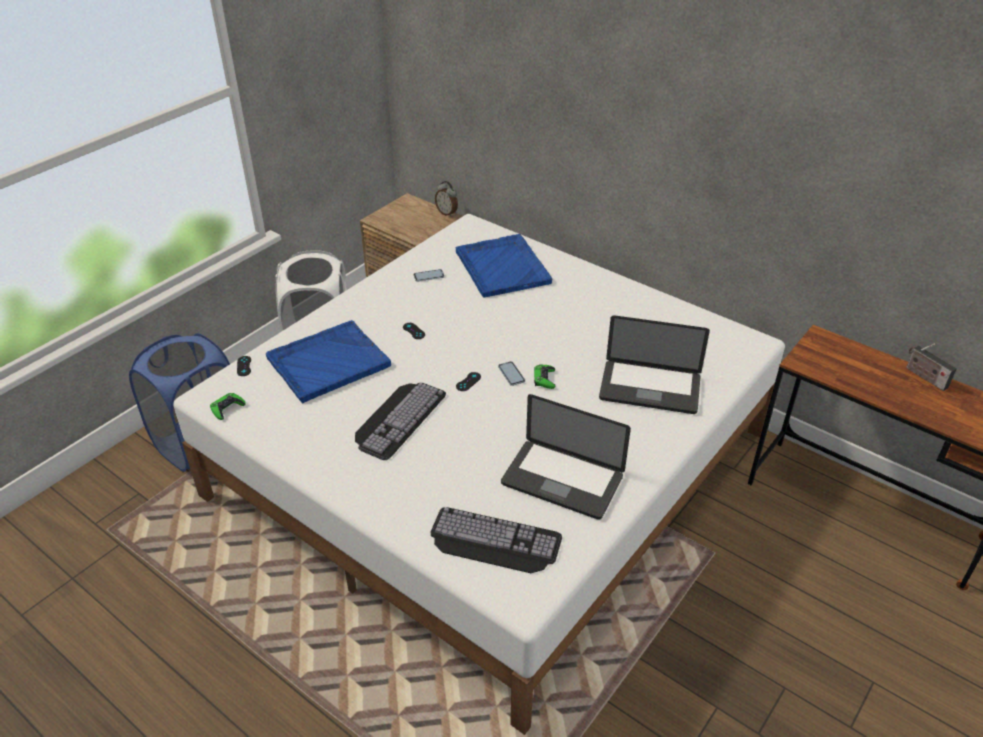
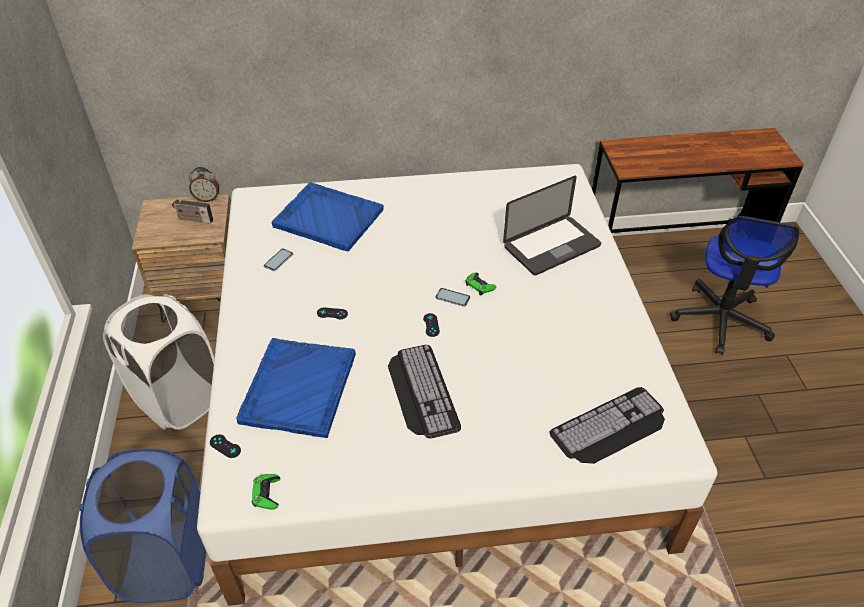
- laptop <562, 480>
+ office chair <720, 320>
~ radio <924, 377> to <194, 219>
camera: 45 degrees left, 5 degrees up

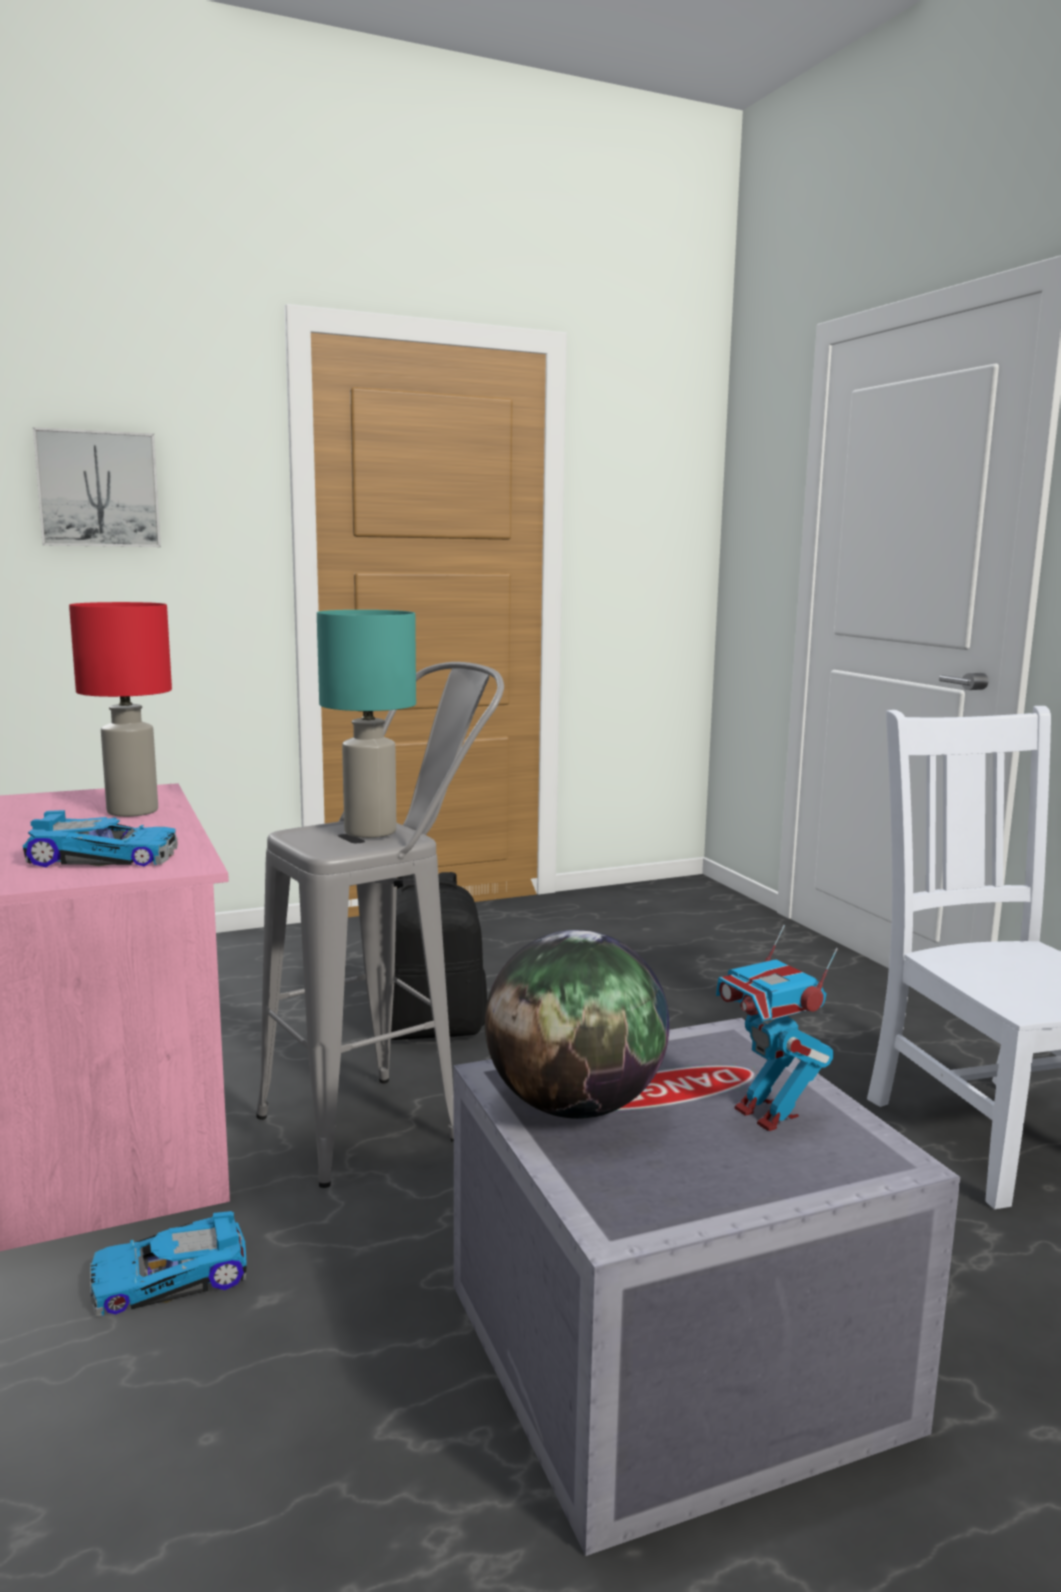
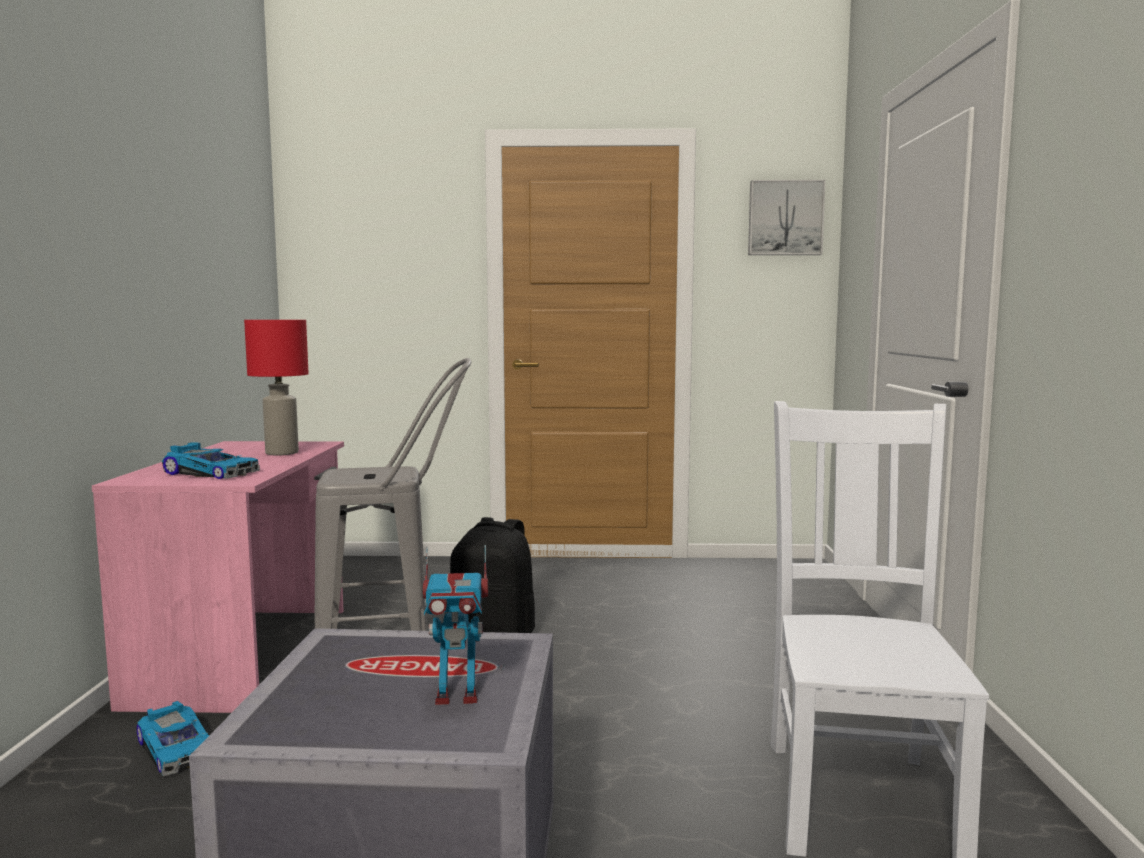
- table lamp/turquoise <371, 832>
- globe <575, 1106>
~ picture <98, 489> to <785, 218>
~ toy car <170, 1279> = <178, 748> 135 degrees counterclockwise
~ toy robot <767, 1114> = <457, 695> 90 degrees counterclockwise
camera: 25 degrees right, 5 degrees down

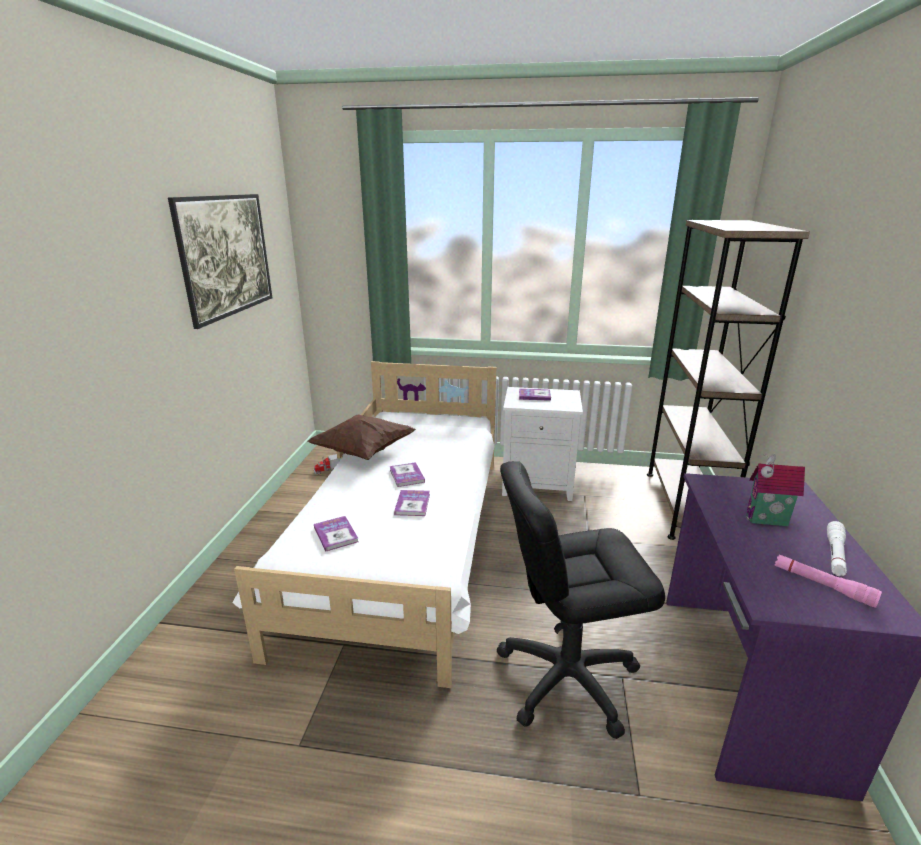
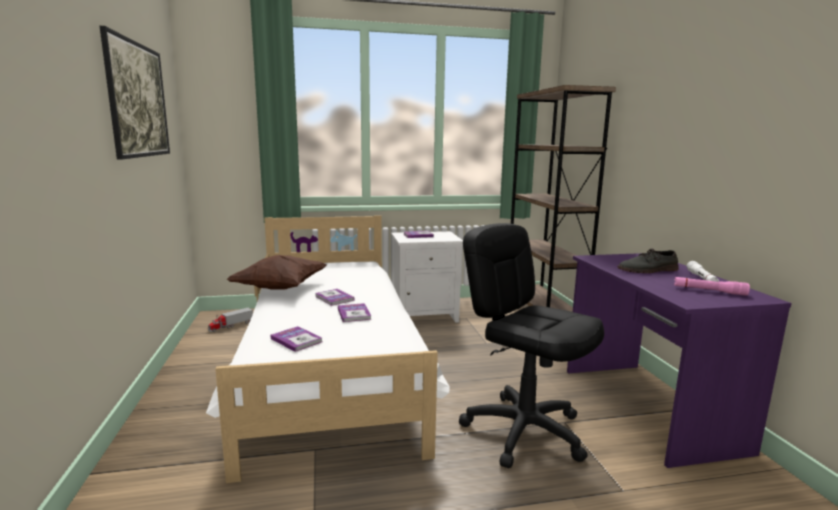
~ toy house <767, 521> to shoe/grey <648, 270>
~ office chair/black <567, 677> = <524, 431> 75 degrees clockwise
camera: 20 degrees left, 10 degrees down

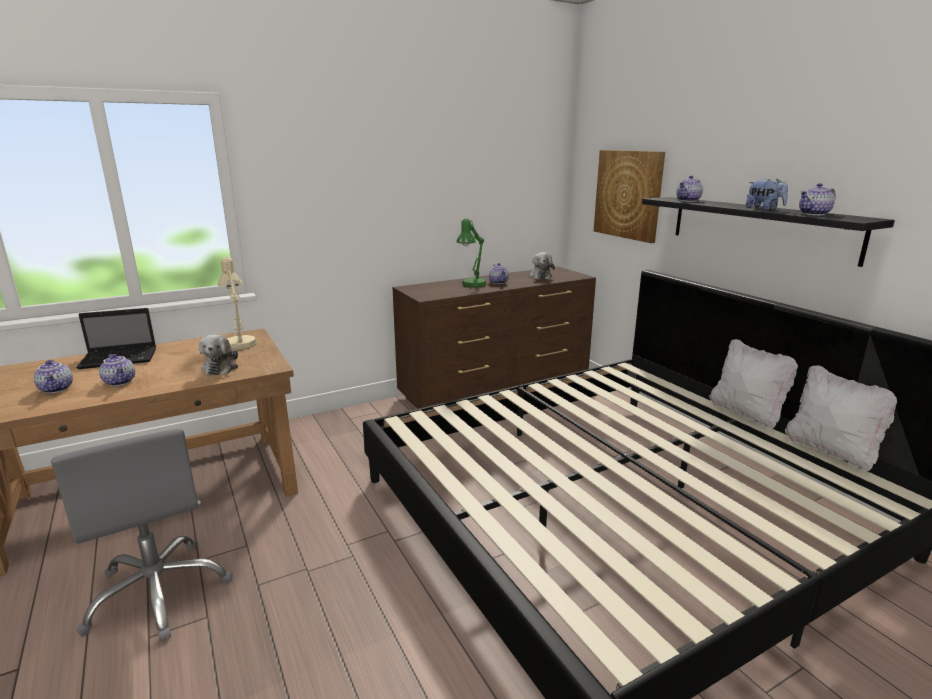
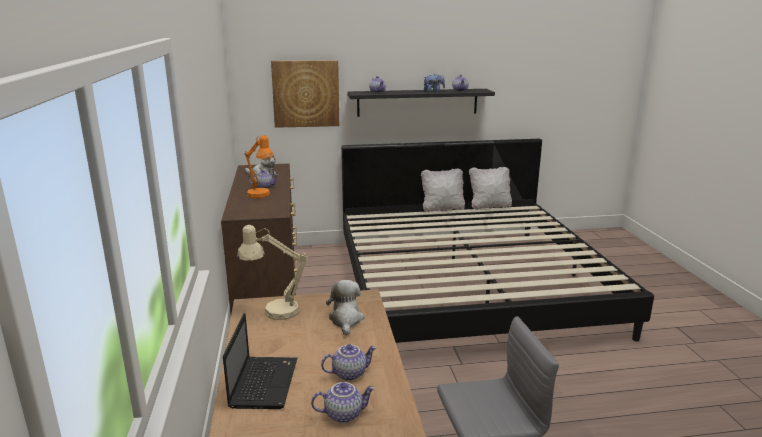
~ table lamp/green <471, 285> to table lamp/orange <261, 195>
~ plush toy <221, 367> = <346, 320> 105 degrees counterclockwise
camera: 70 degrees left, 0 degrees up

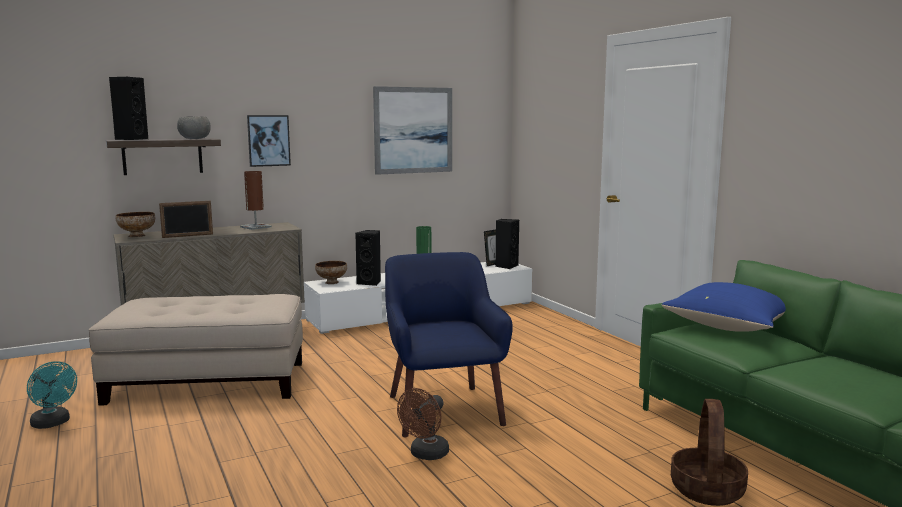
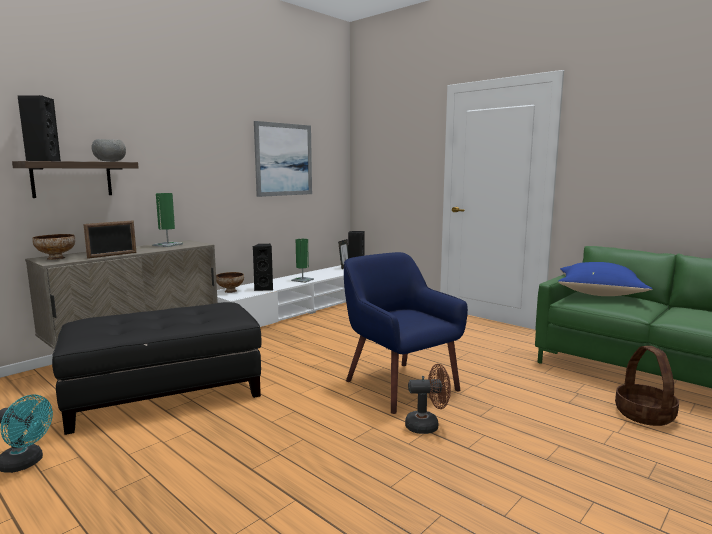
- picture <268, 140>
~ ottoman/beige <208, 382> to ottoman/black <166, 393>
~ table lamp/brown <255, 227> to table lamp/green <167, 245>
~ fan/brown <426, 455> = <427, 426> 105 degrees counterclockwise
camera: 20 degrees left, 0 degrees up

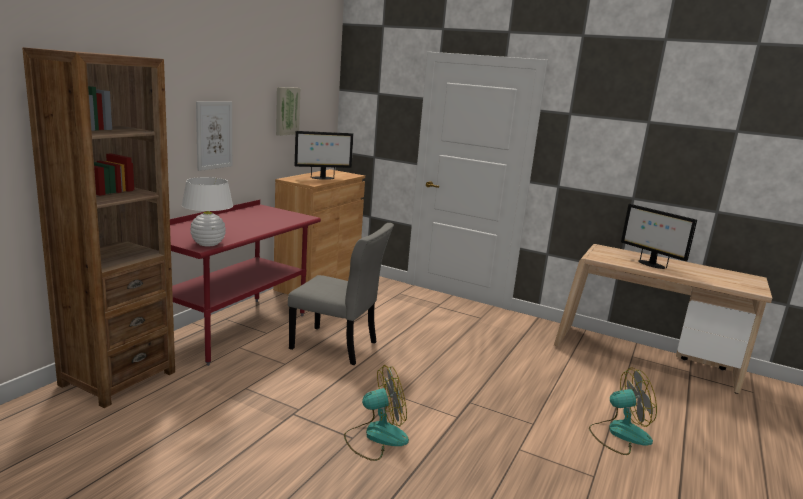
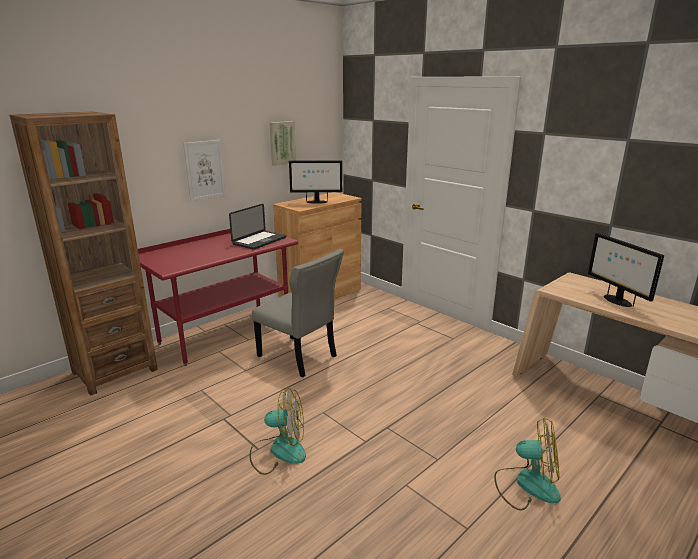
- table lamp/white <208, 244>
+ laptop <259, 241>
camera: 20 degrees right, 5 degrees up

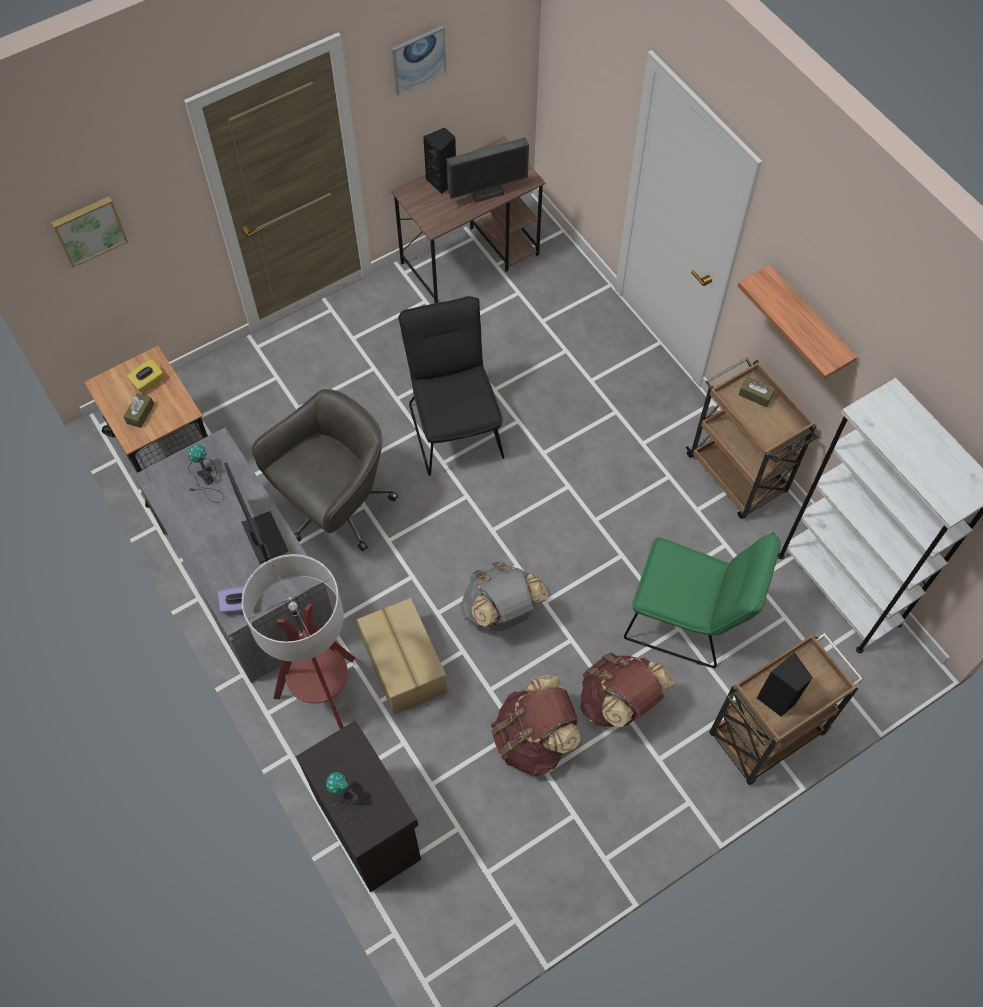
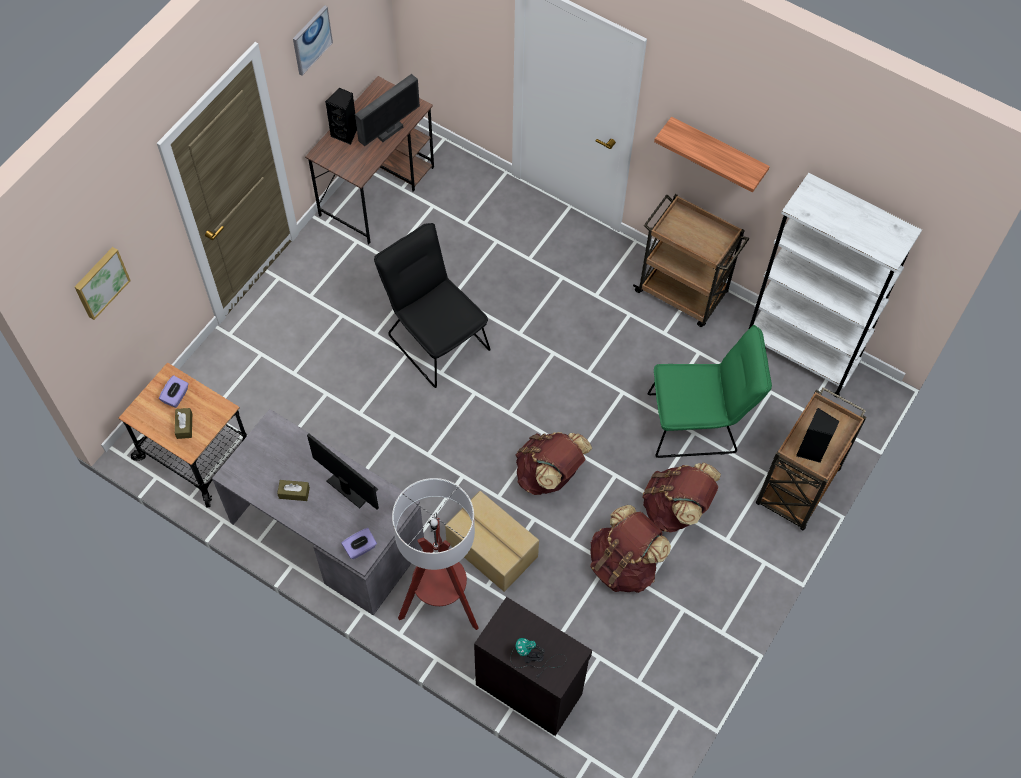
- table lamp <205, 479>
- office chair/grey <335, 507>
~ tissue box/brown <755, 395> to <294, 493>
~ tissue box/yellow <148, 382> to tissue box/purple <176, 396>
~ backpack/grey <501, 611> to backpack/brown <549, 475>
camera: 25 degrees left, 0 degrees up

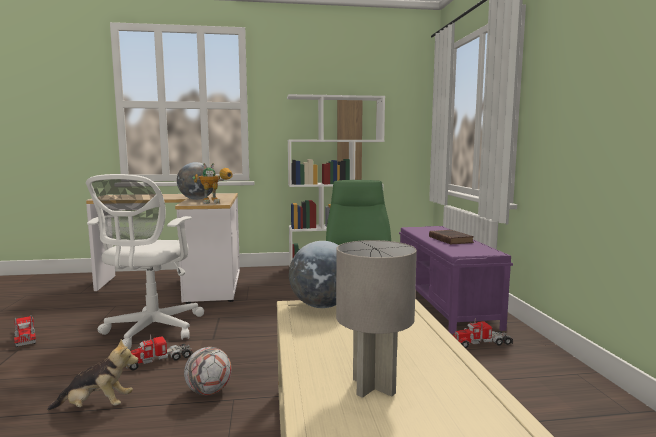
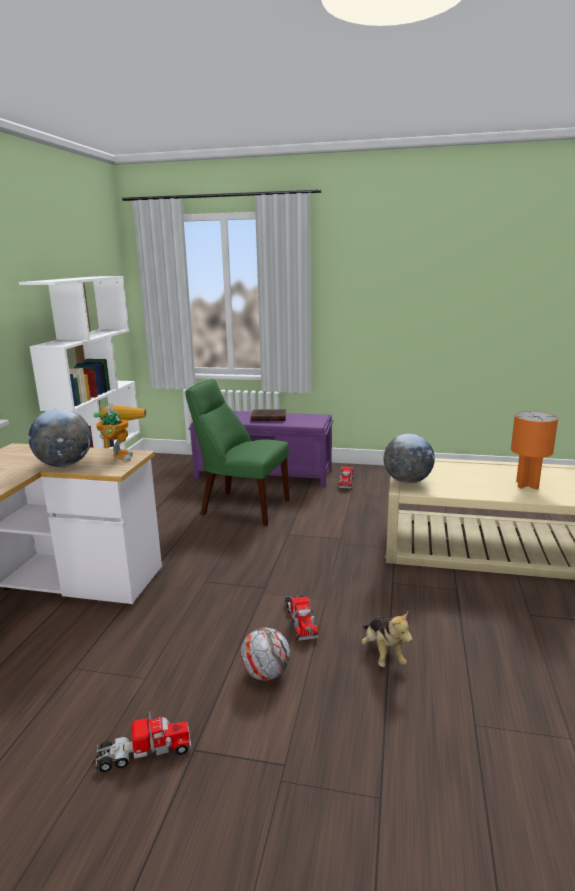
- office chair/white <151, 331>
~ football <209, 391> to <266, 673>
~ table lamp/grey <374, 386> to table lamp/orange <527, 485>
~ plush toy <96, 406> = <383, 654> 150 degrees clockwise
camera: 70 degrees left, 10 degrees up

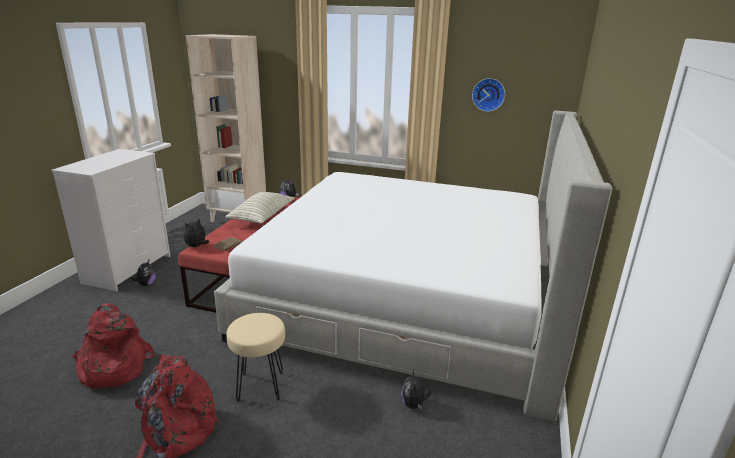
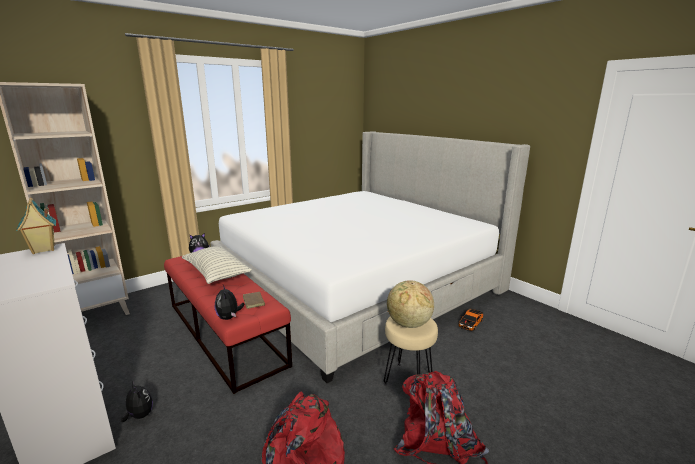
- wall clock <488, 94>
+ toy house <43, 250>
+ globe <408, 324>
~ plush toy <413, 404> to toy car <470, 323>
camera: 55 degrees left, 5 degrees down

